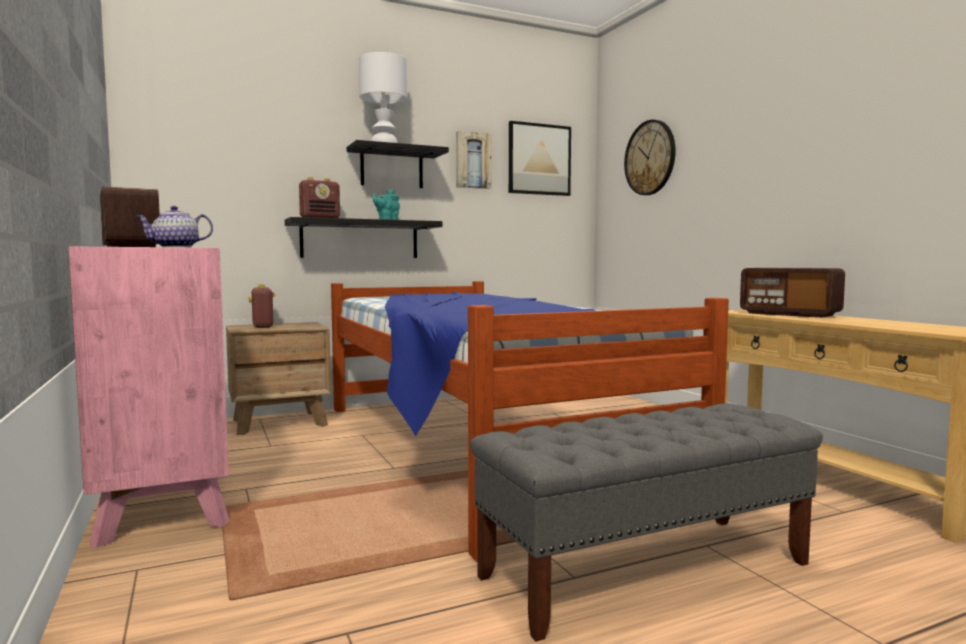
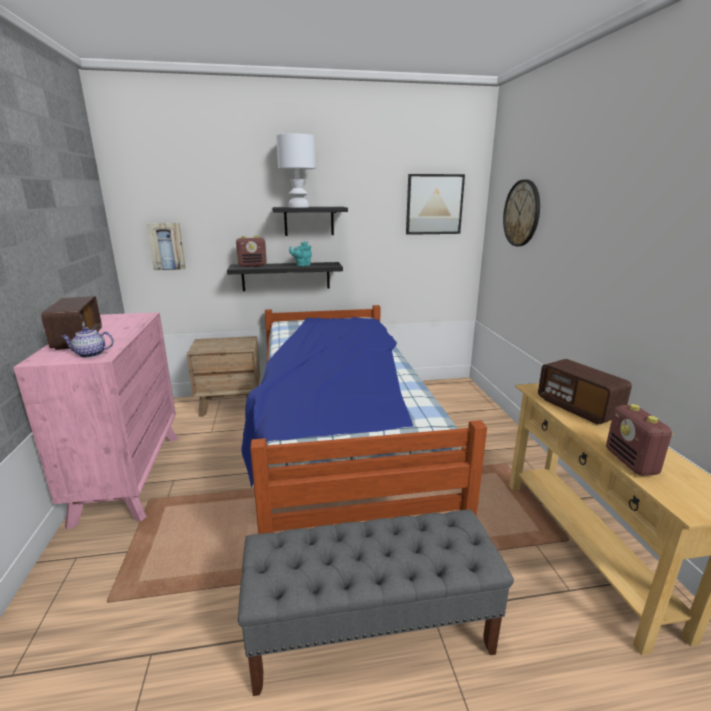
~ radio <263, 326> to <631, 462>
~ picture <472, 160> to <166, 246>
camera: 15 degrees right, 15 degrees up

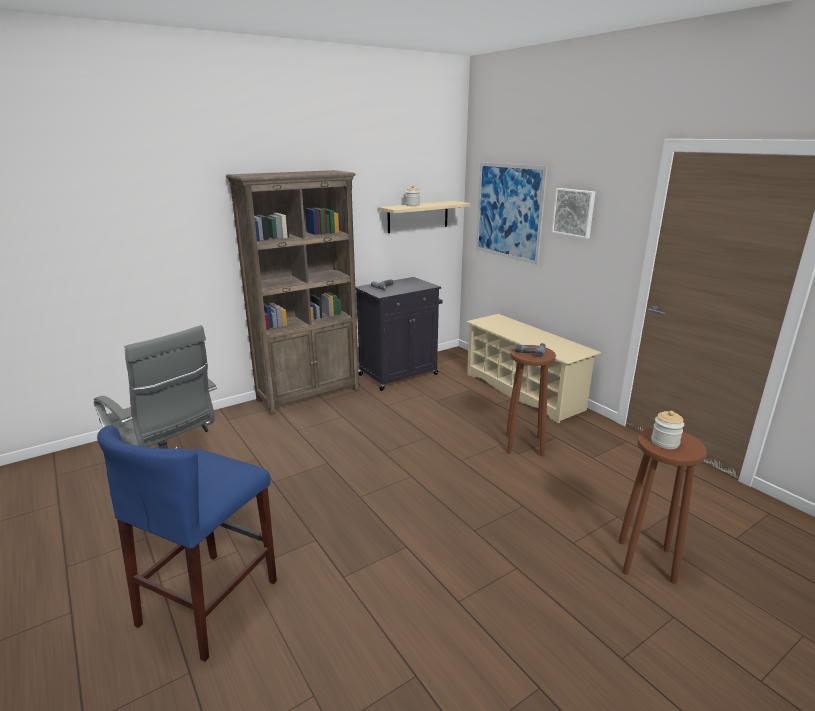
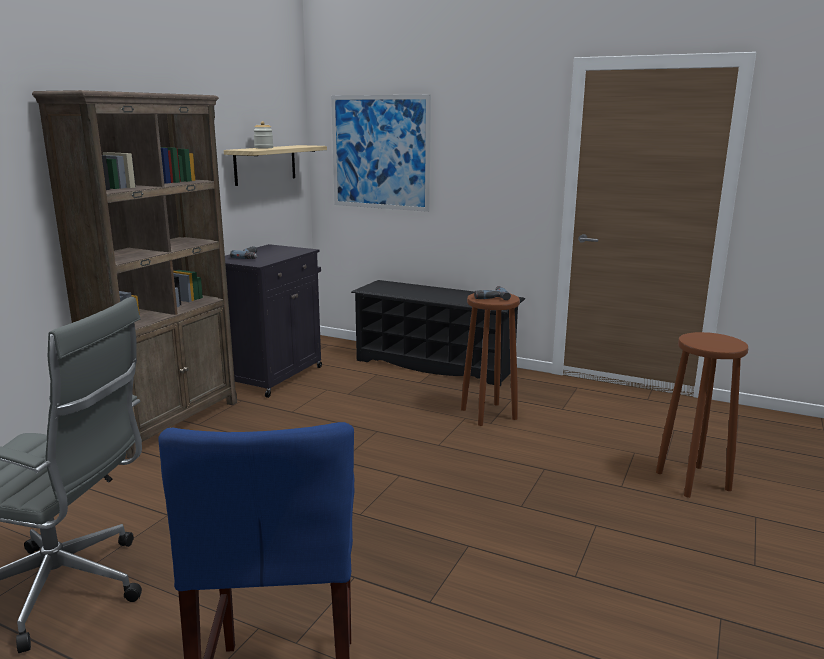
- picture <574, 212>
- jar <665, 442>
~ shoe rack/beige <523, 391> to shoe rack/black <435, 364>
camera: 30 degrees left, 5 degrees down

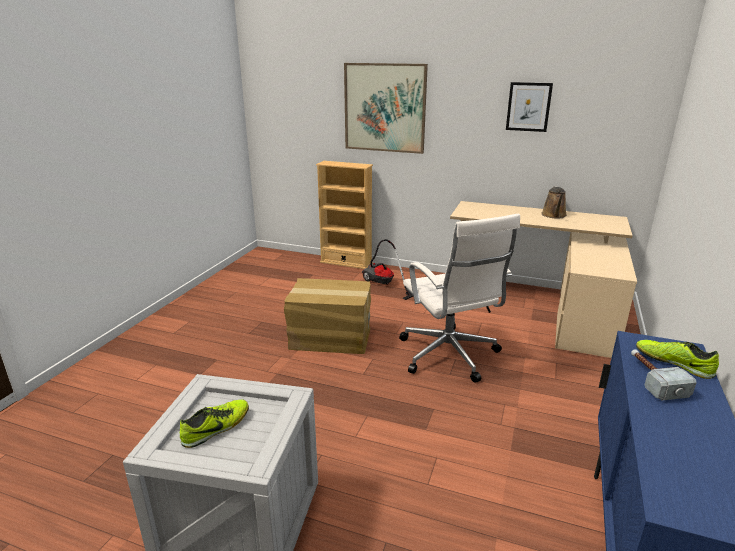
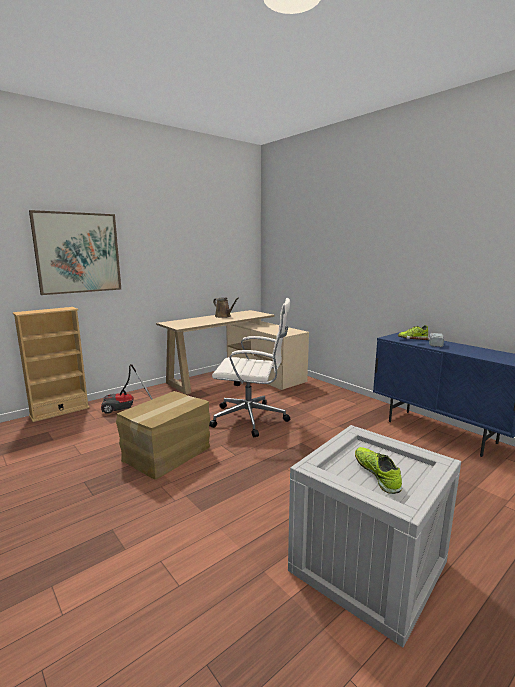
- picture <528, 107>
camera: 60 degrees left, 10 degrees down

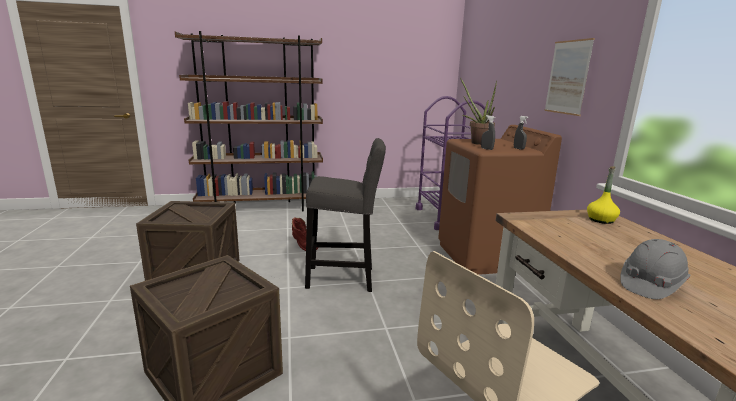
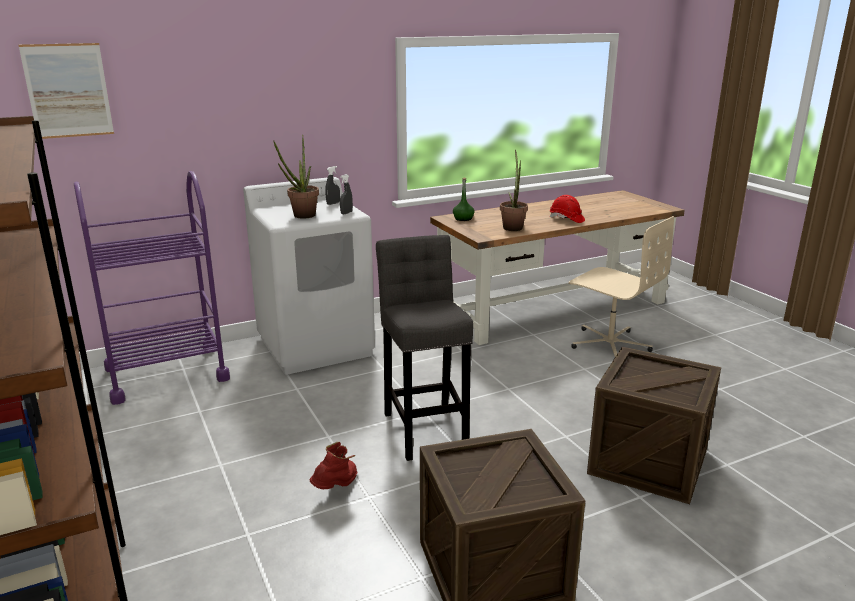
+ potted plant <512, 227>
~ picture <567, 77> to <68, 91>
~ washing machine/brown <485, 256> to washing machine/white <316, 346>
~ bottle/yellow <601, 220> to bottle/green <463, 219>
~ hard hat/grey <650, 284> to hard hat/red <566, 219>
camera: 105 degrees left, 5 degrees up

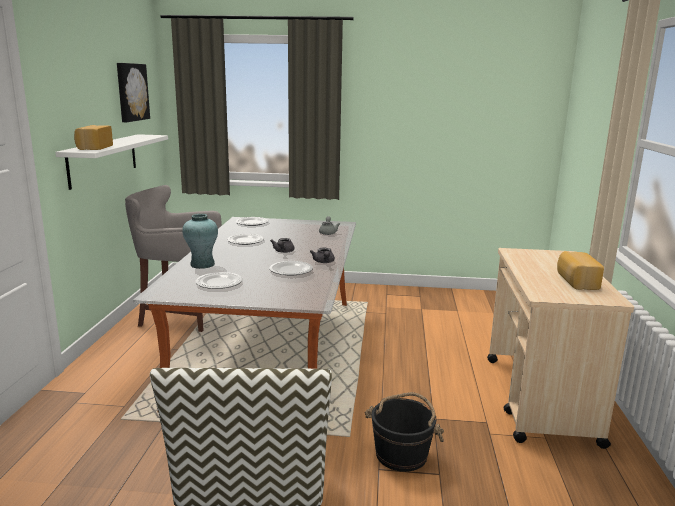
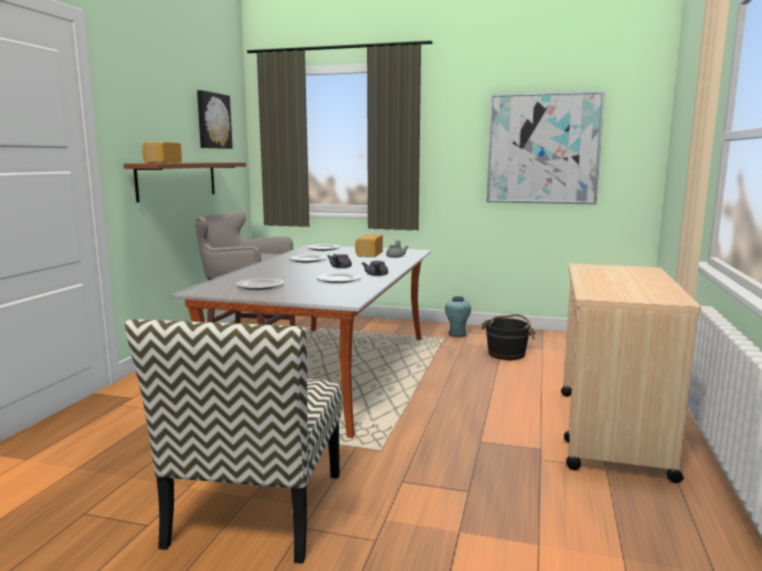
+ picture <543, 149>
~ vase/turquoise <202, 264> to <457, 334>
~ bucket/black <402, 454> to <507, 354>
~ bread <576, 281> to <368, 254>
~ shelf/white <103, 159> to shelf/brown <177, 180>
camera: 10 degrees right, 5 degrees down

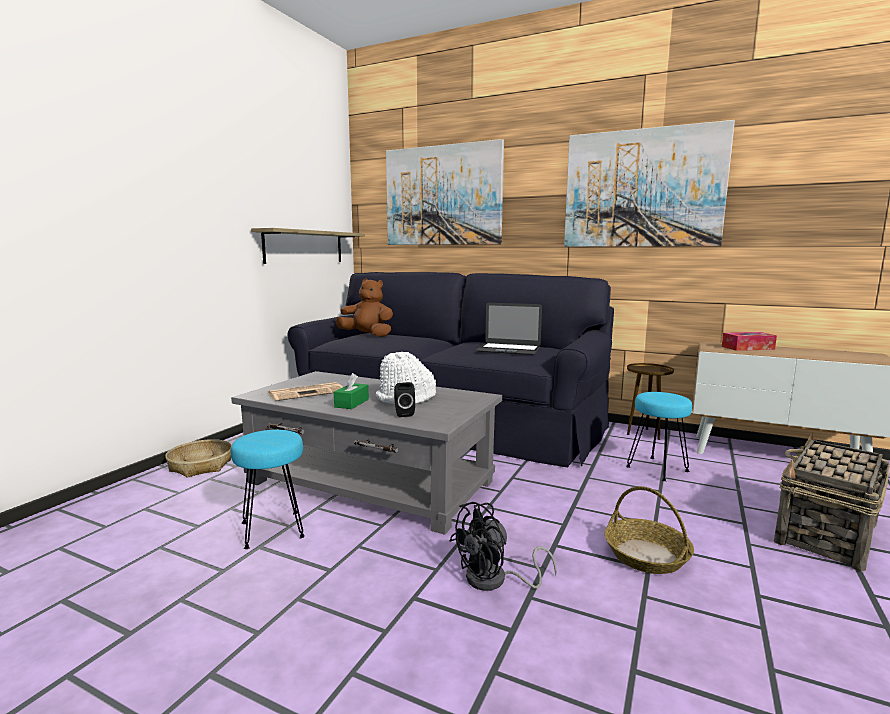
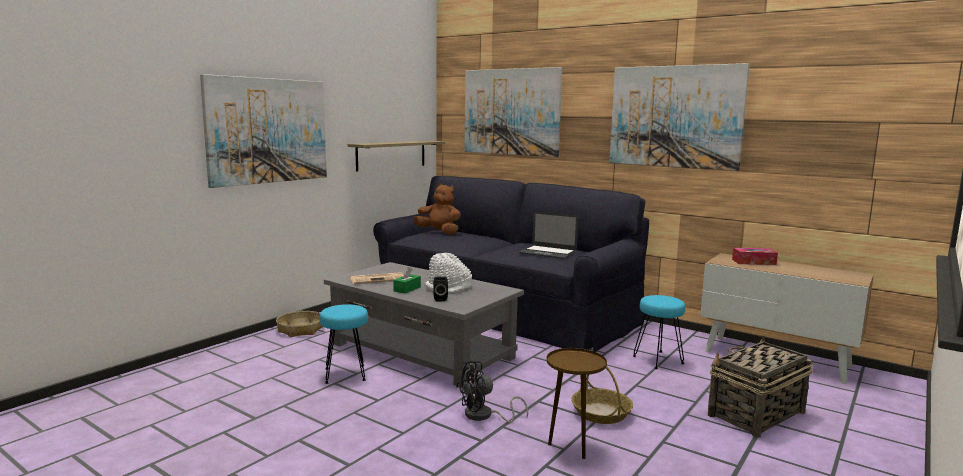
+ picture <268, 131>
~ side table/brown <644, 434> to <572, 446>
camera: 10 degrees right, 0 degrees up

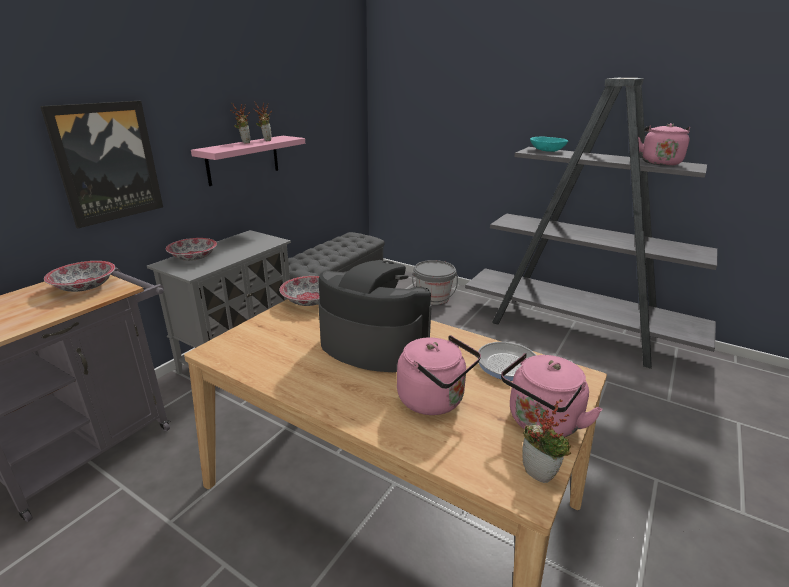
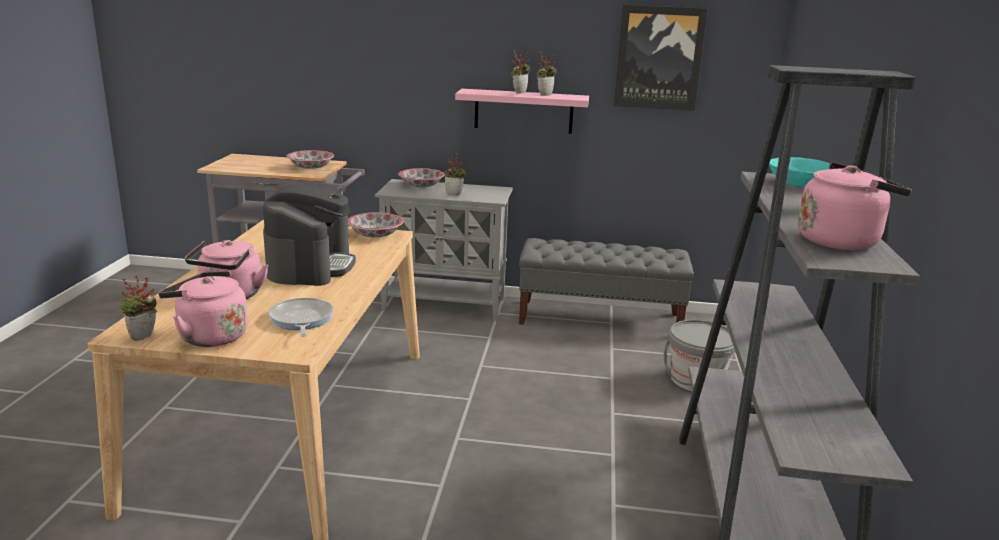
+ potted plant <455, 194>
~ picture <107, 162> to <659, 58>
camera: 65 degrees right, 5 degrees down

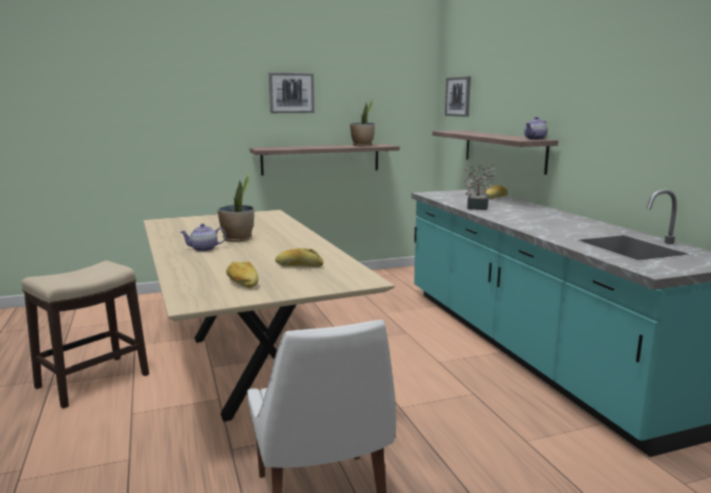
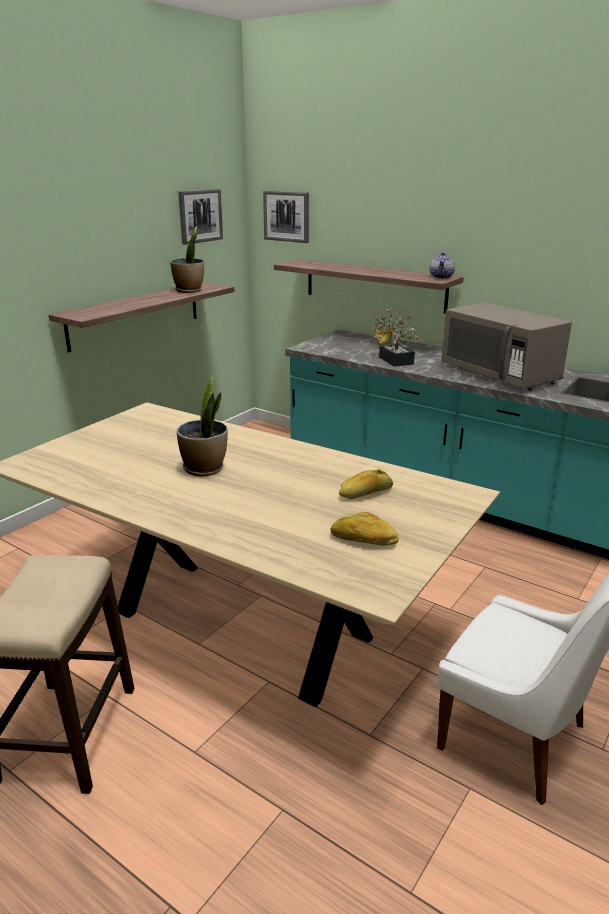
- teapot <204, 249>
+ microwave/grey <499, 375>
~ picture <291, 92> to <200, 216>
camera: 35 degrees left, 10 degrees up

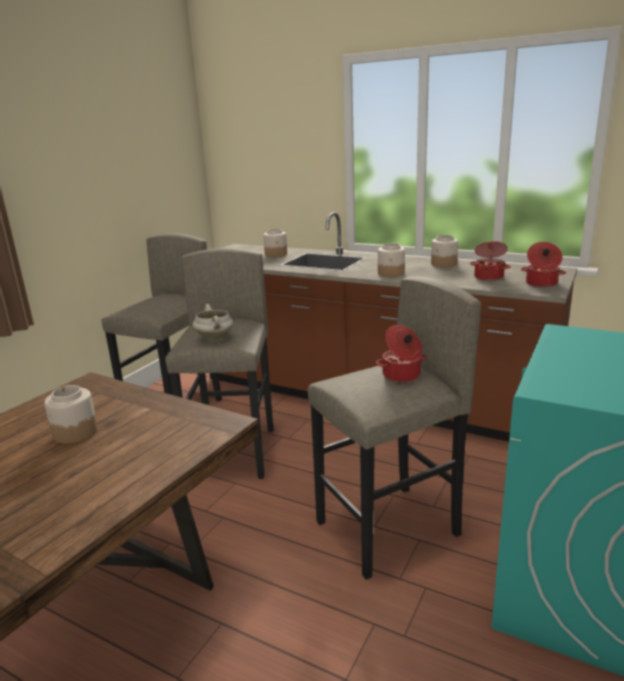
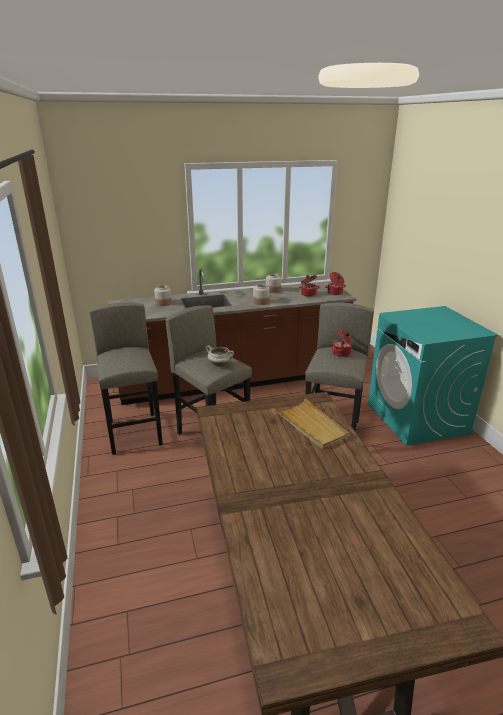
- jar <75, 432>
+ tray/beige <312, 425>
camera: 45 degrees left, 5 degrees up

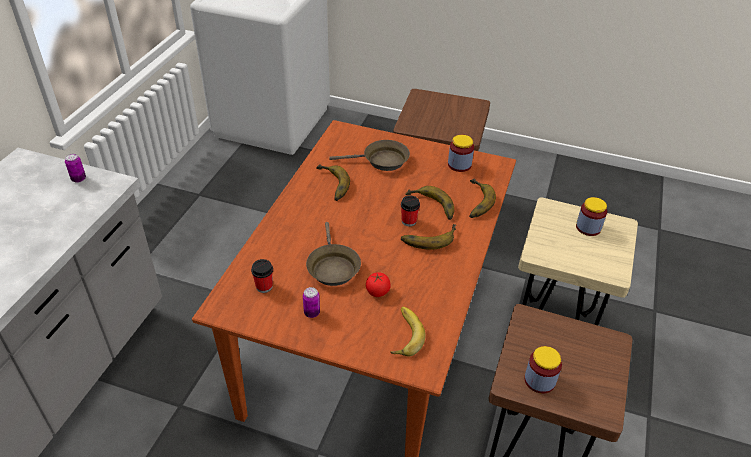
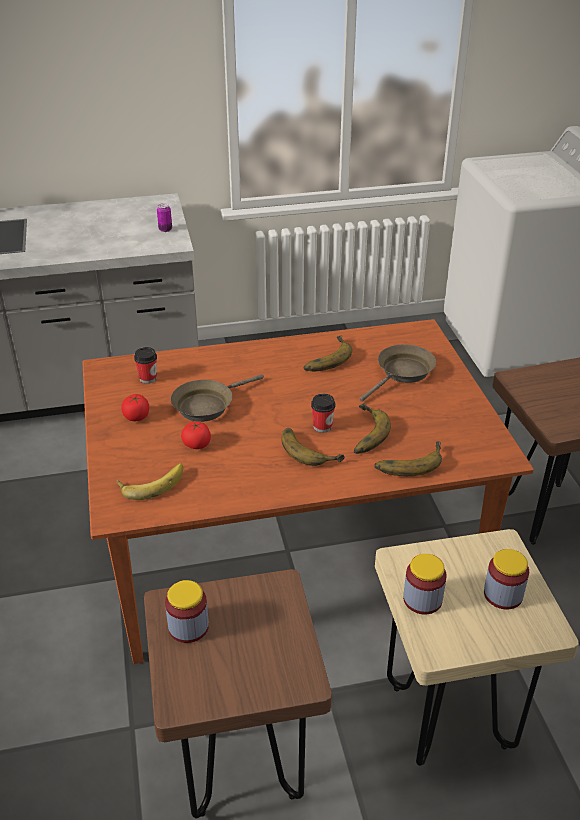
~ jar <459, 165> to <422, 599>
~ can <312, 313> to tomato <136, 417>
~ frying pan/brown <382, 161> = <402, 373> 105 degrees counterclockwise
camera: 60 degrees right, 5 degrees down

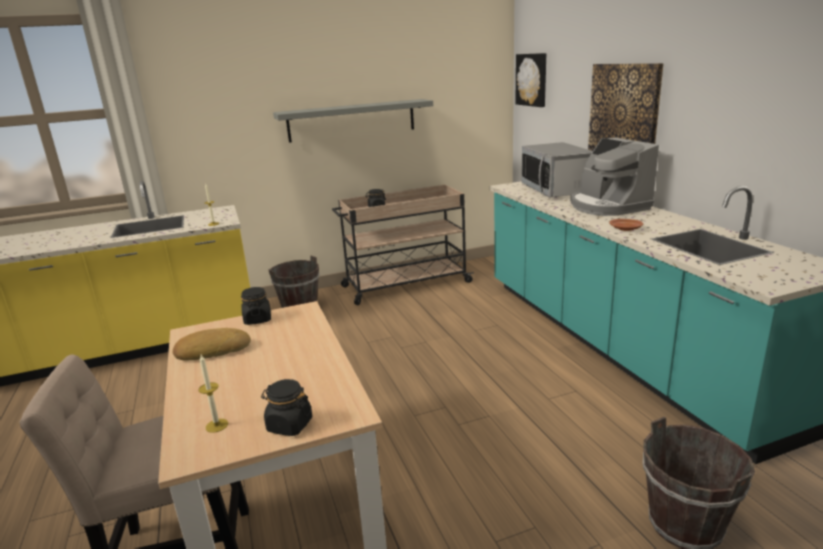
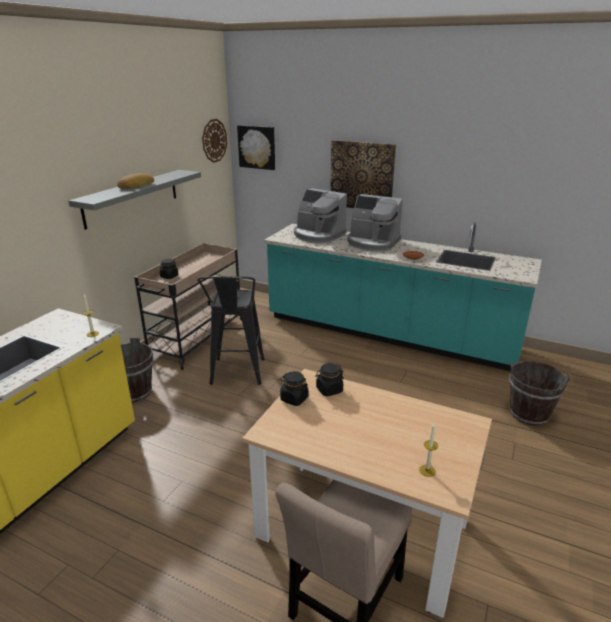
+ stool/black <236, 375>
+ wall clock <214, 140>
~ bread <212, 350> to <135, 186>
~ jar/black <289, 425> to <329, 390>
~ microwave <556, 190> to coffee machine <318, 235>
camera: 45 degrees left, 5 degrees up

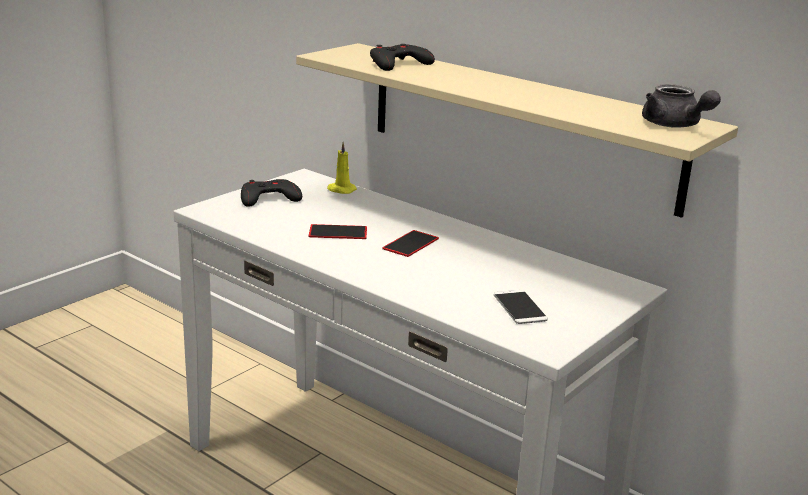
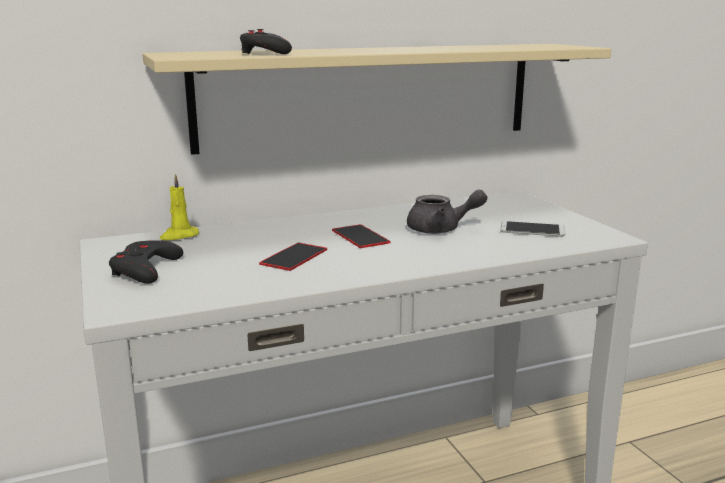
~ teapot/grey <674, 125> to <441, 229>
camera: 60 degrees left, 5 degrees down

